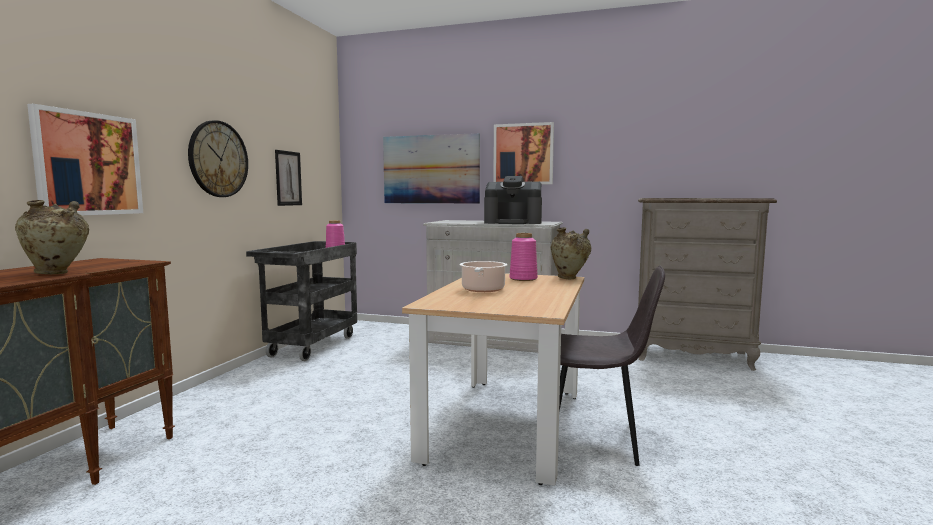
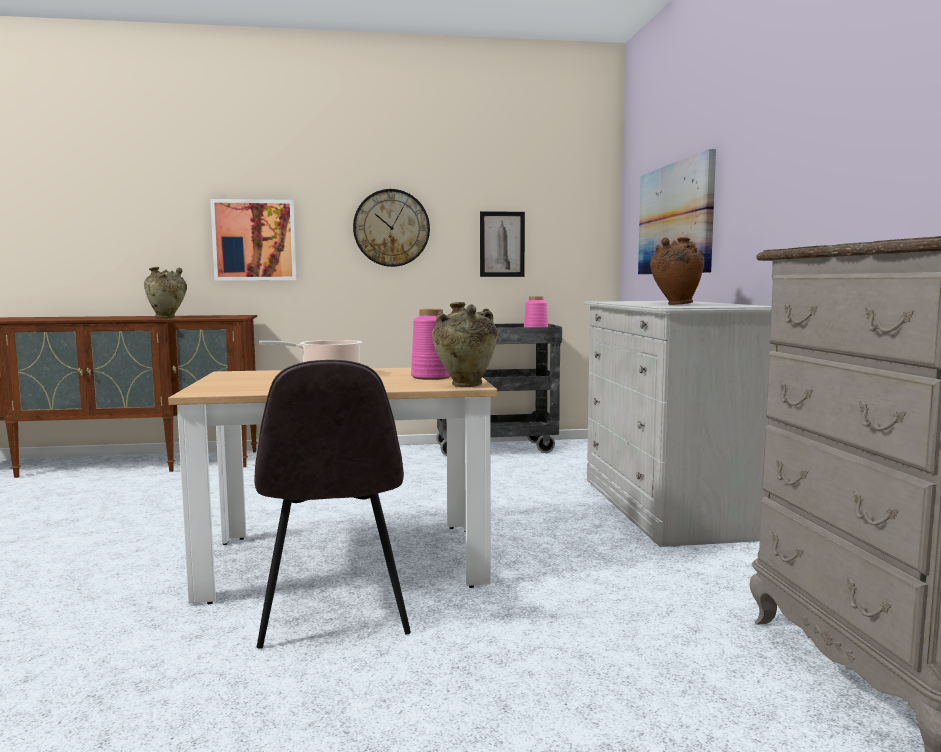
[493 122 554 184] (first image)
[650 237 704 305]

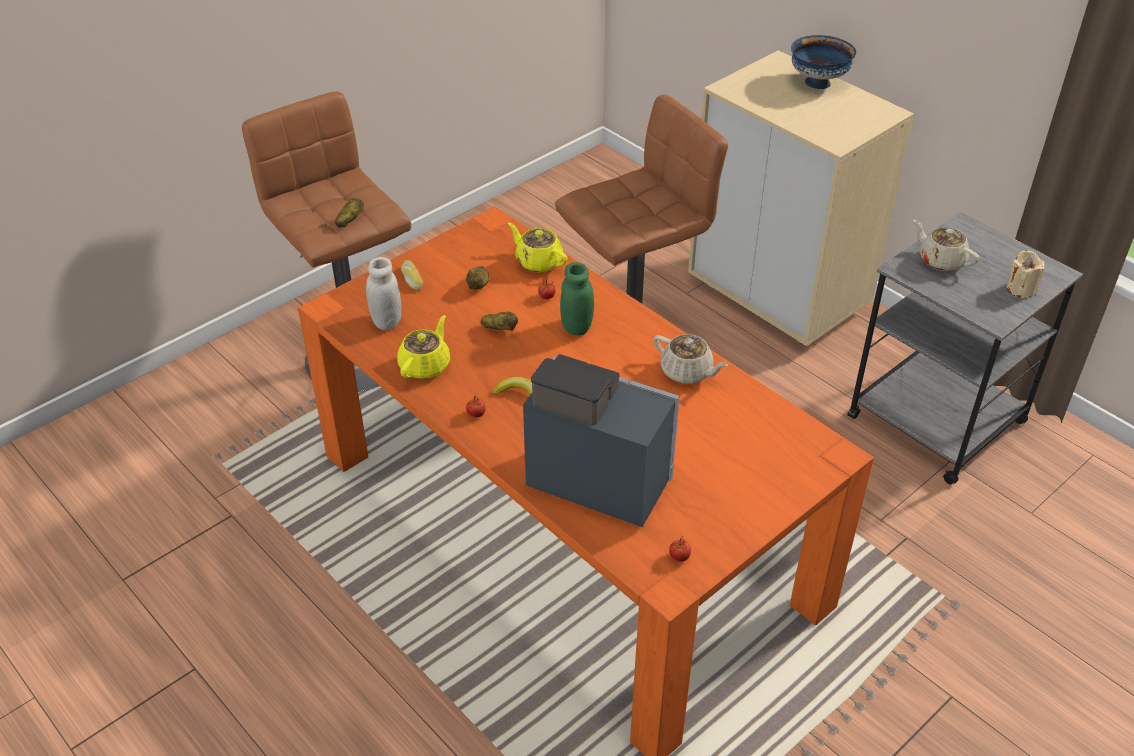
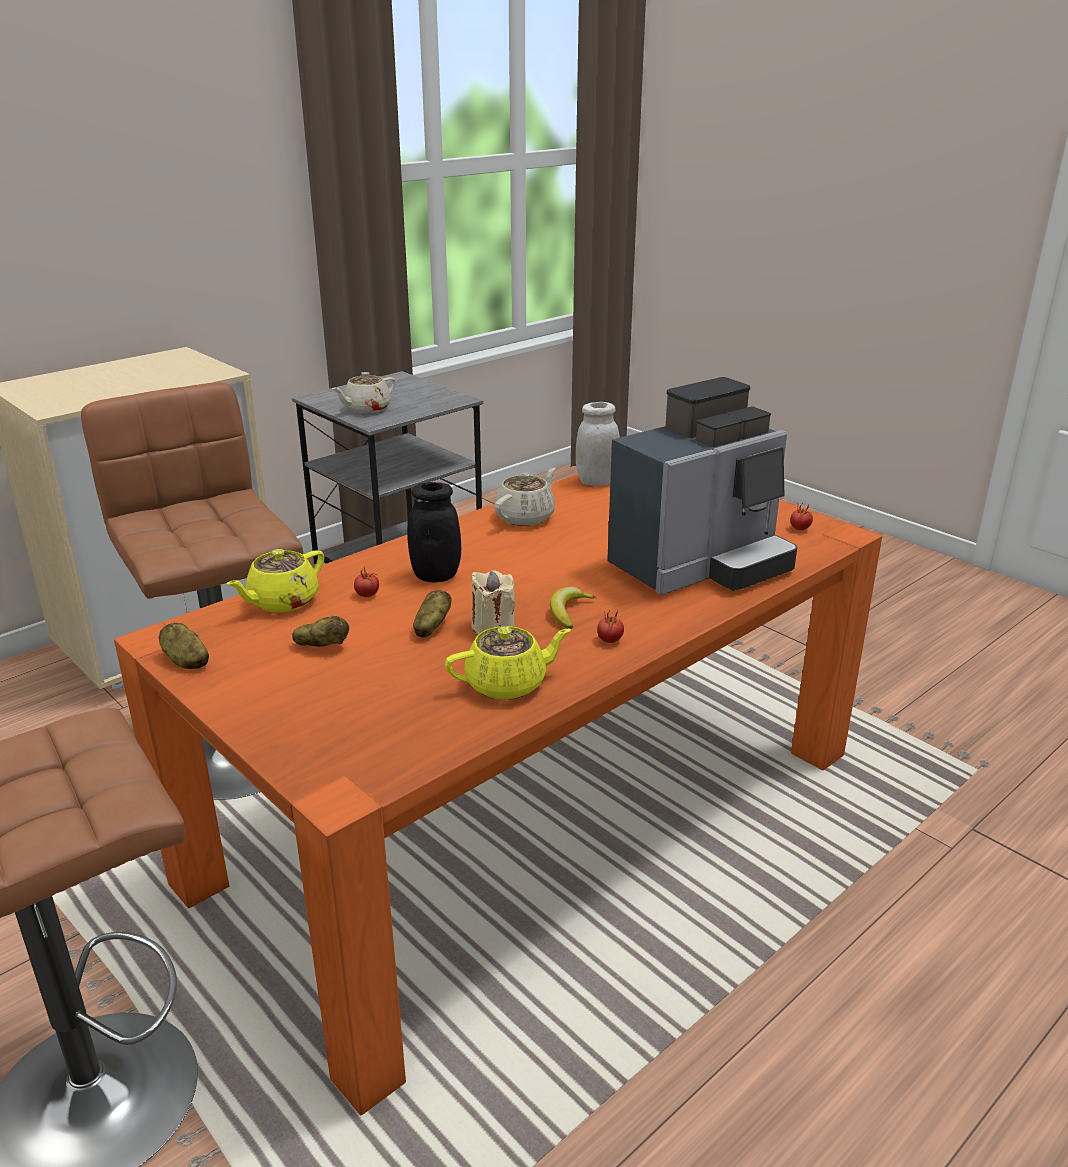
[401 260 423 290] (first image)
[791 35 856 89] (first image)
[158 622 209 669]
[576 402 620 486]
[471 570 516 634]
[407 482 461 582]
[445 626 571 700]
[607 377 797 595]

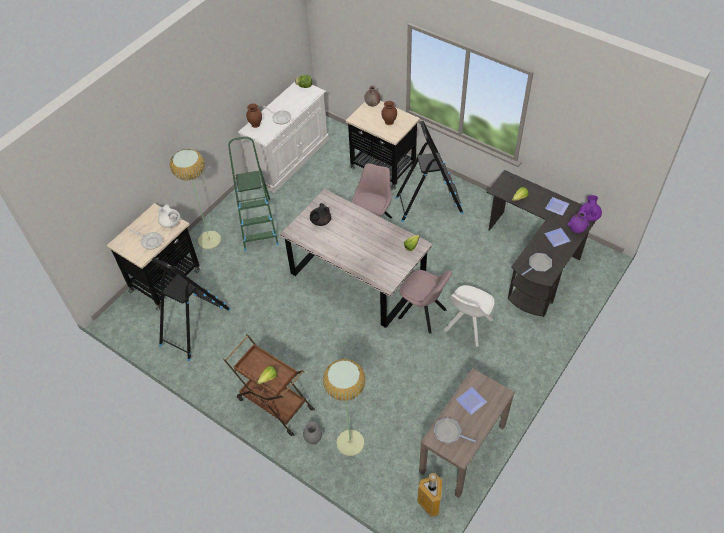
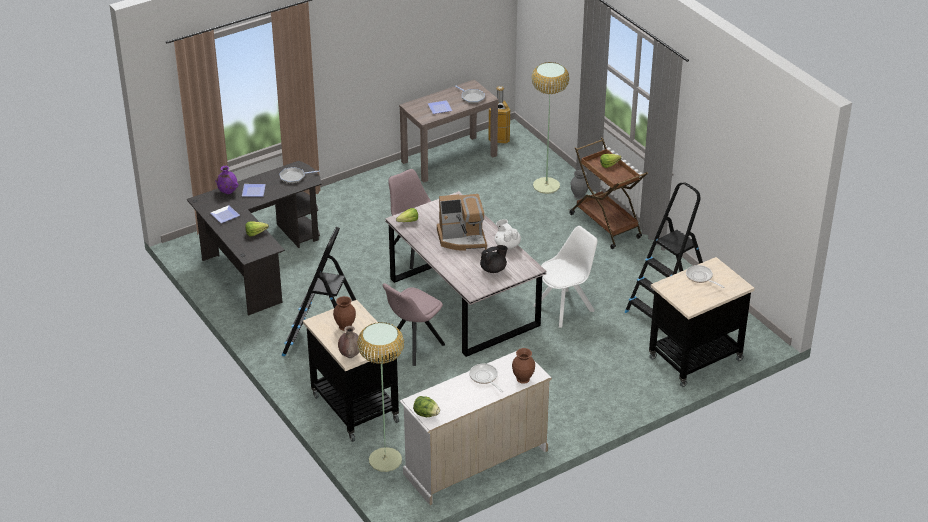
[228 136 279 251] (first image)
[579 195 602 221] (first image)
[437 194 487 251]
[495 219 521 249]
[357 322 404 472]
[533 226 597 328]

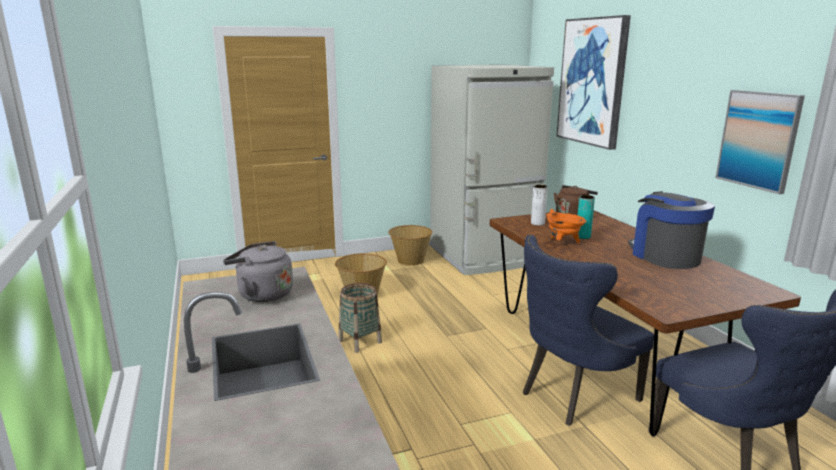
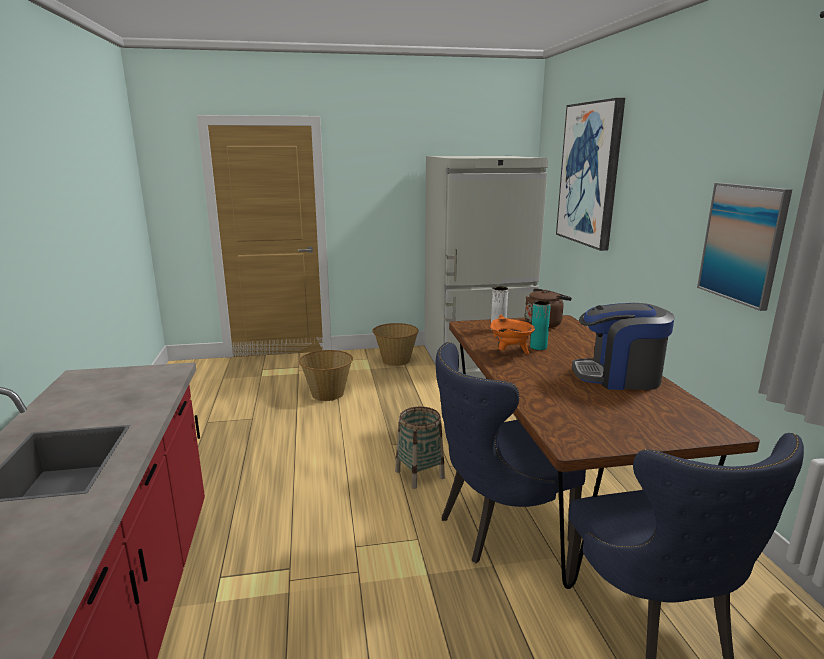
[223 241 293 302] (first image)
[395 407 445 489]
[572 303 675 390]

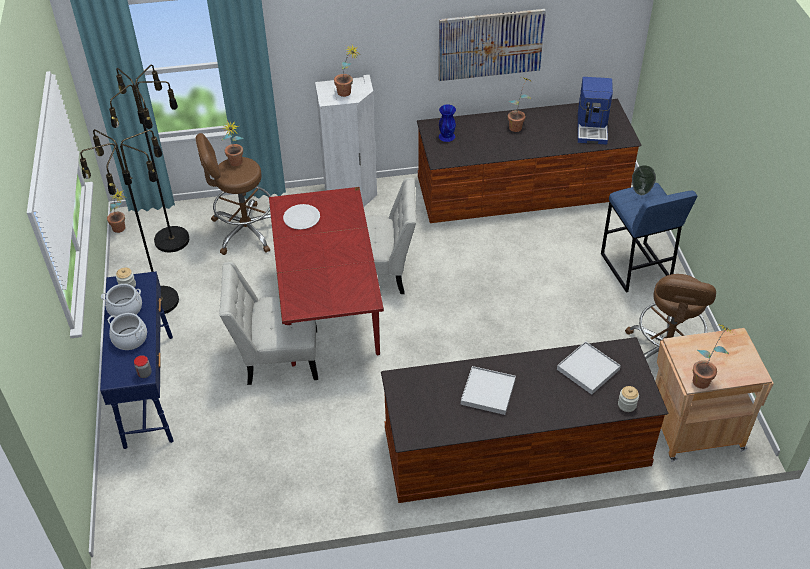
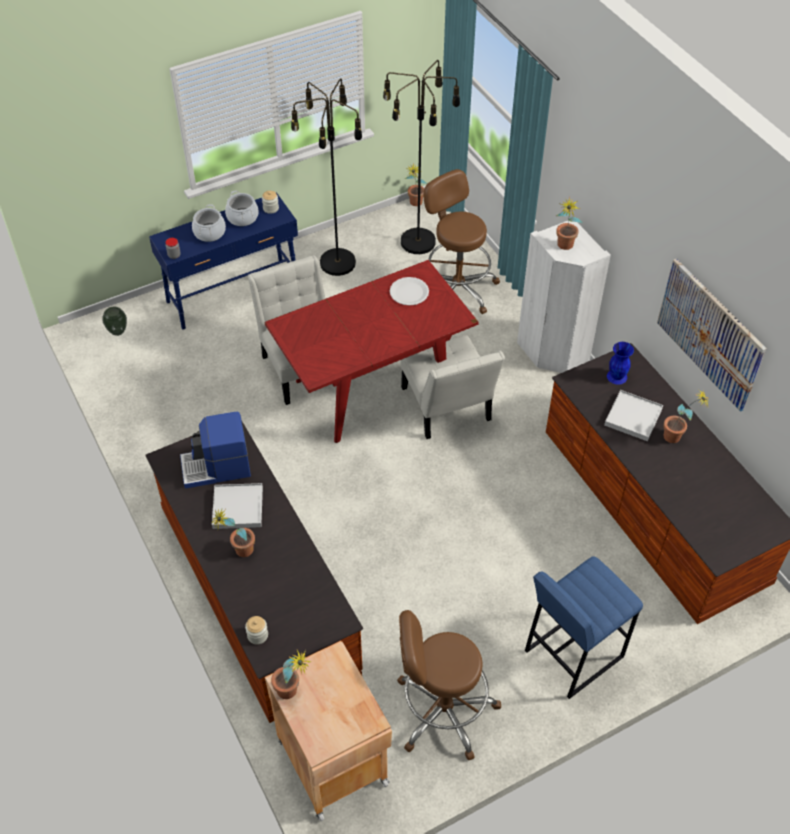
[212 509 255 557]
[604 390 663 441]
[180 412 251 489]
[103 307 127 336]

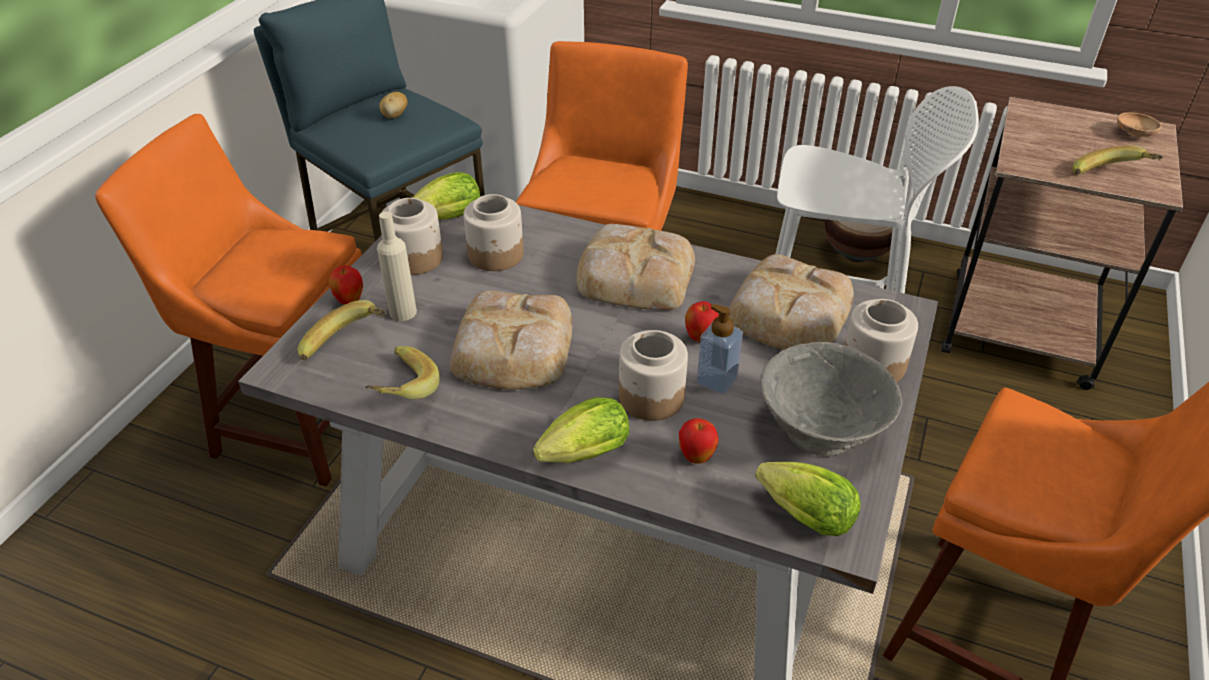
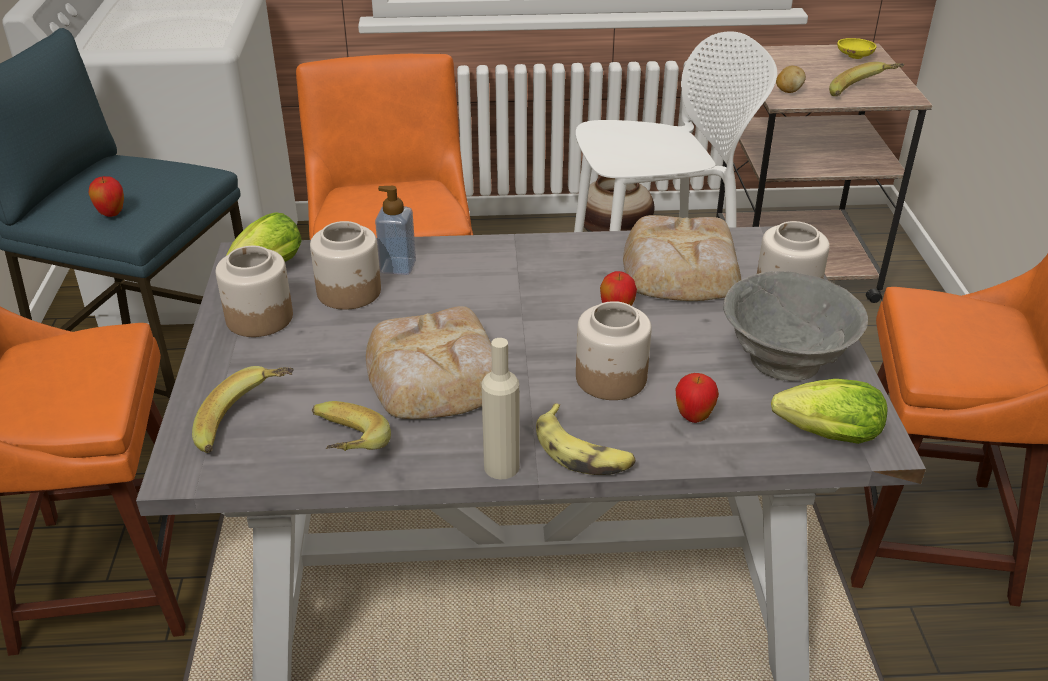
[577 224 695 310] (first image)
[88 176 124 217]
[481 338 520 479]
[776 66 806 93]
[375 186 416 275]
[536 403 636 475]
[837 38 876 59]

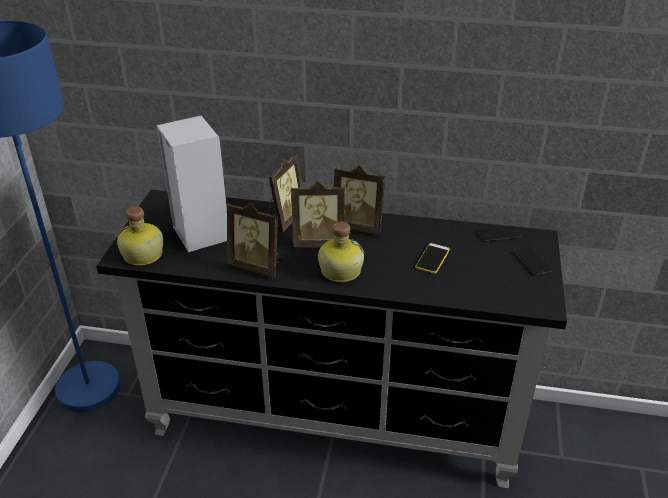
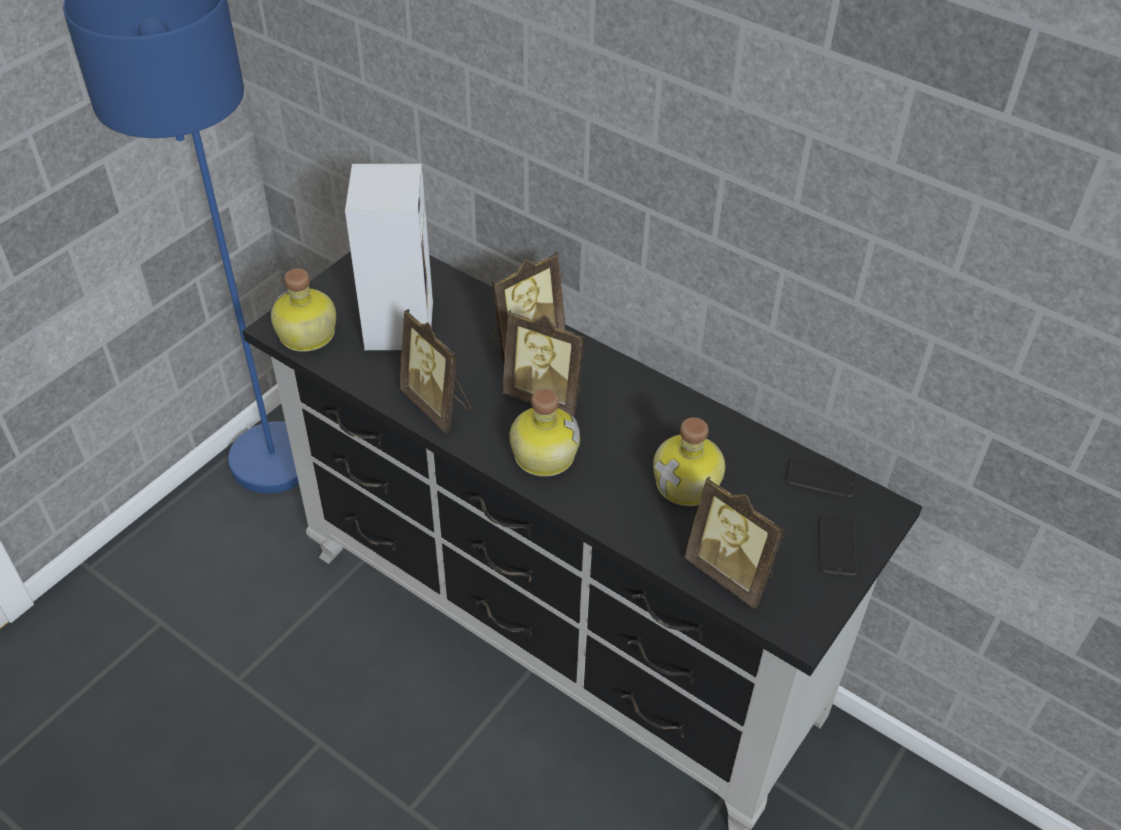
[684 476 785 609]
[653 417 725 506]

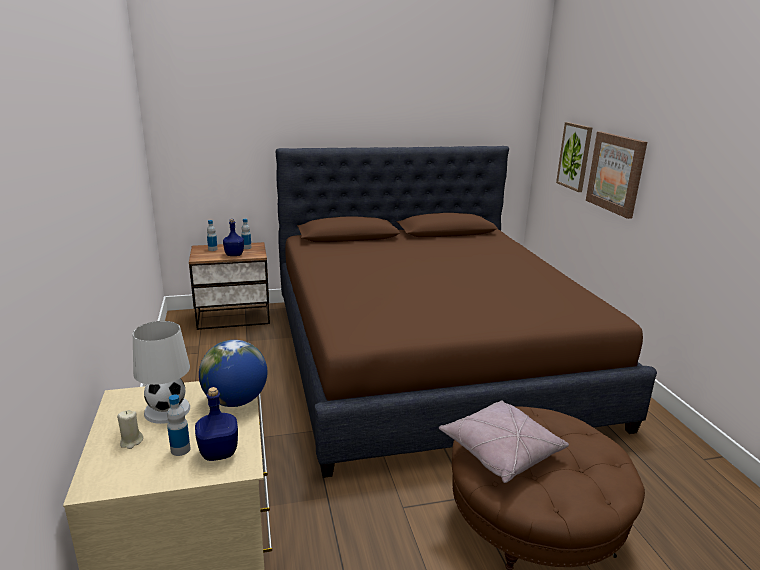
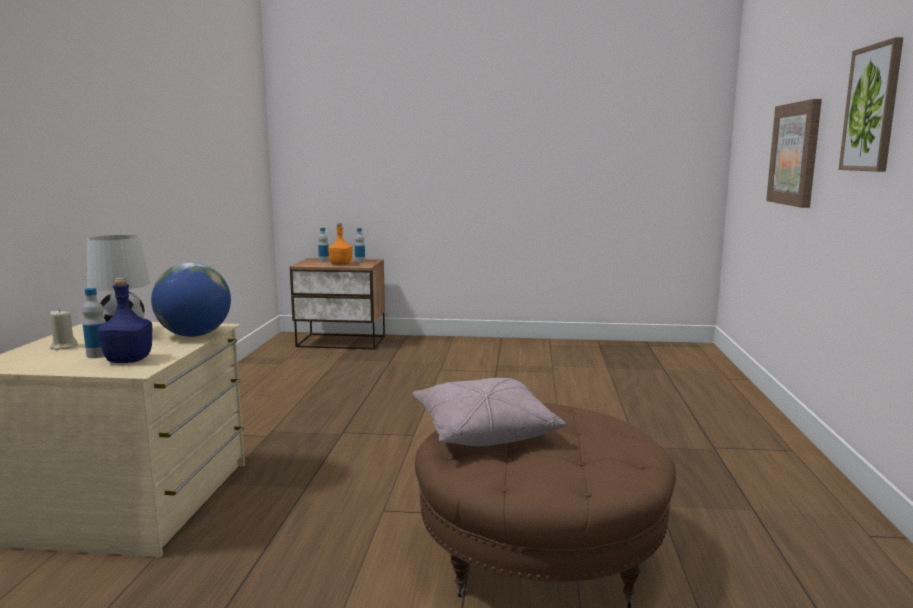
[276 146 657 478] (first image)
[839 37 903 172]
[328 223 352 265]

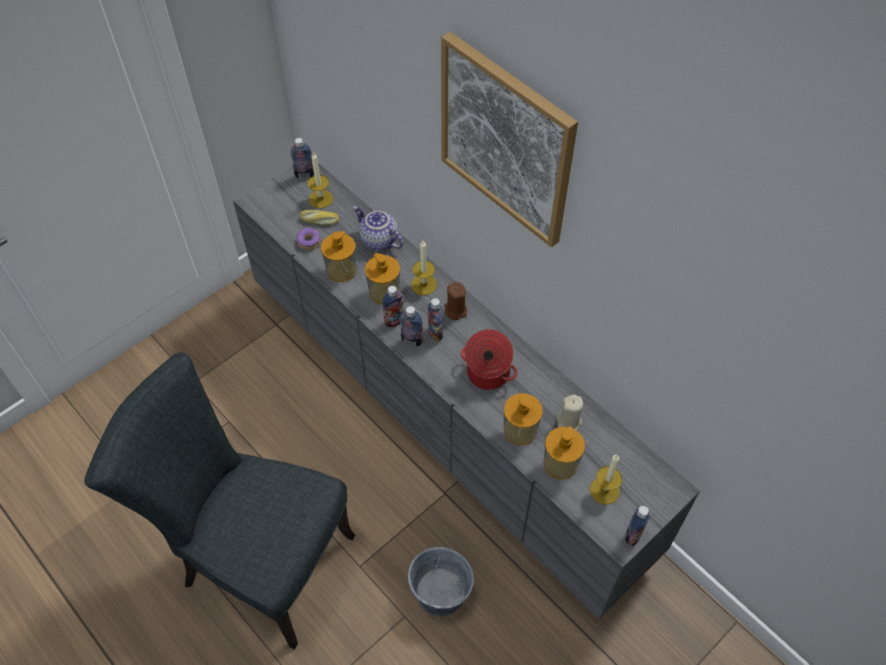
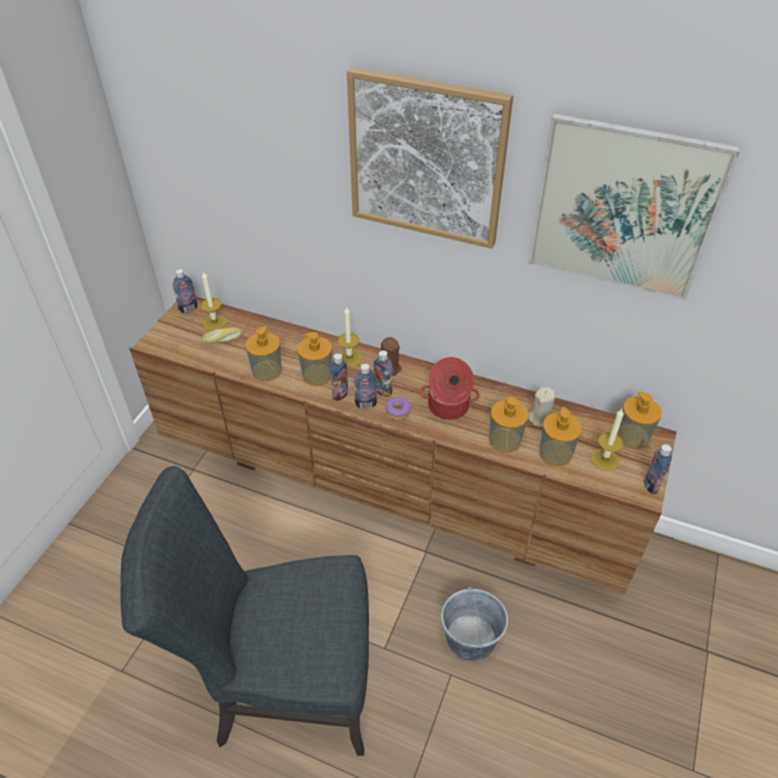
[353 205 403 250] (first image)
[528 113 741 300]
[617 391 662 449]
[386 397 411 420]
[129 297 677 594]

